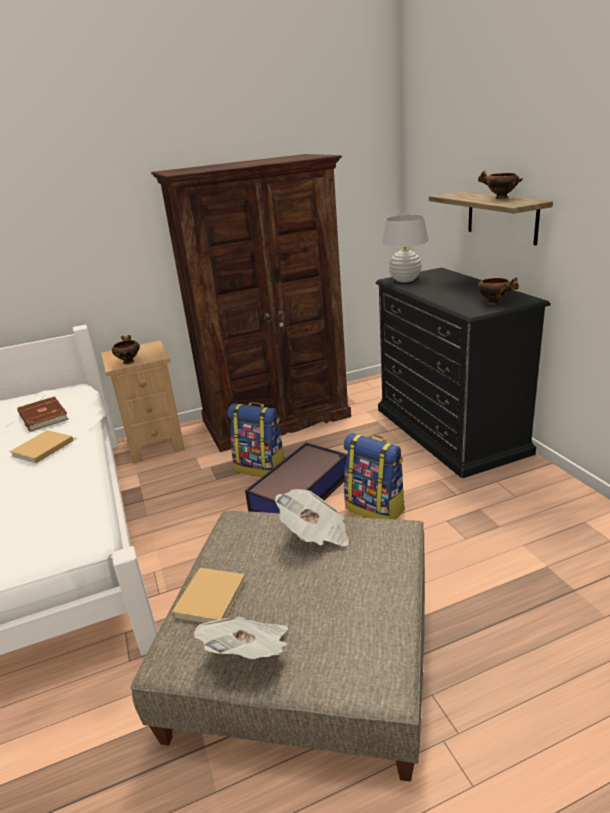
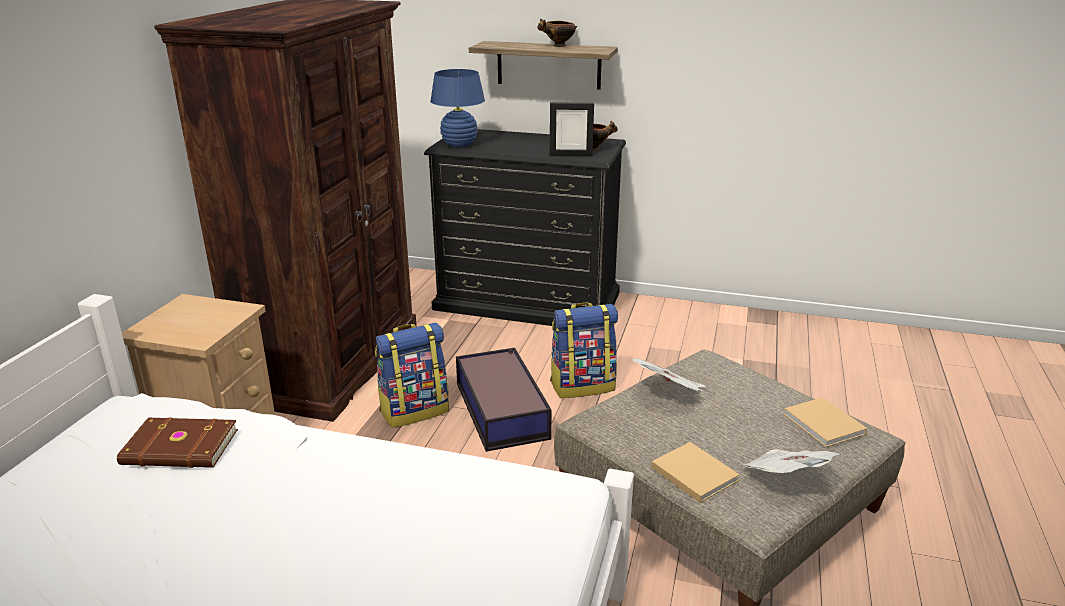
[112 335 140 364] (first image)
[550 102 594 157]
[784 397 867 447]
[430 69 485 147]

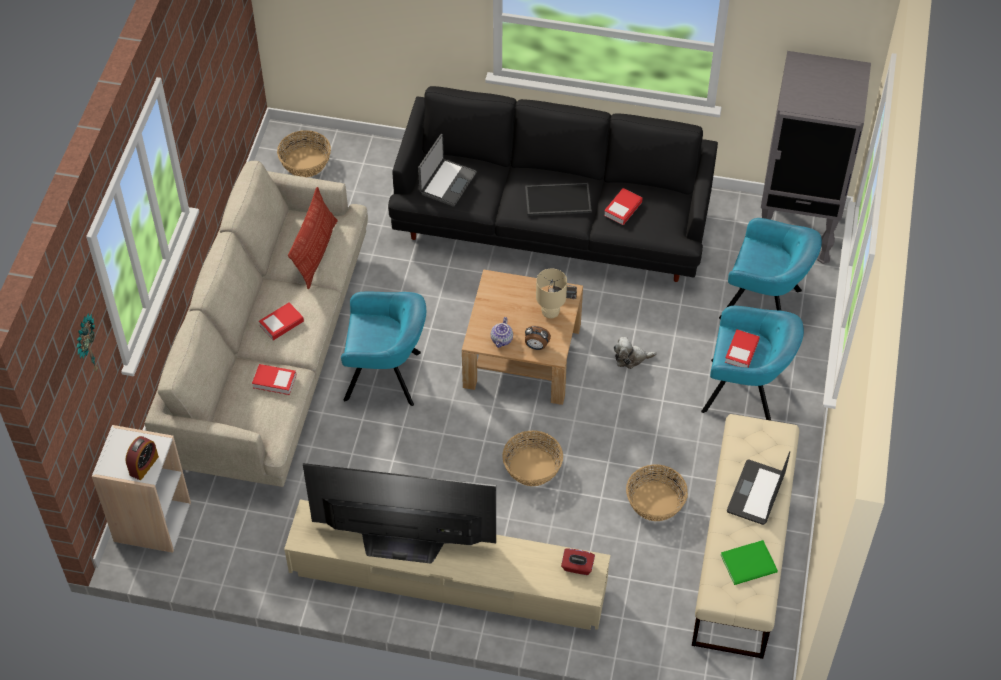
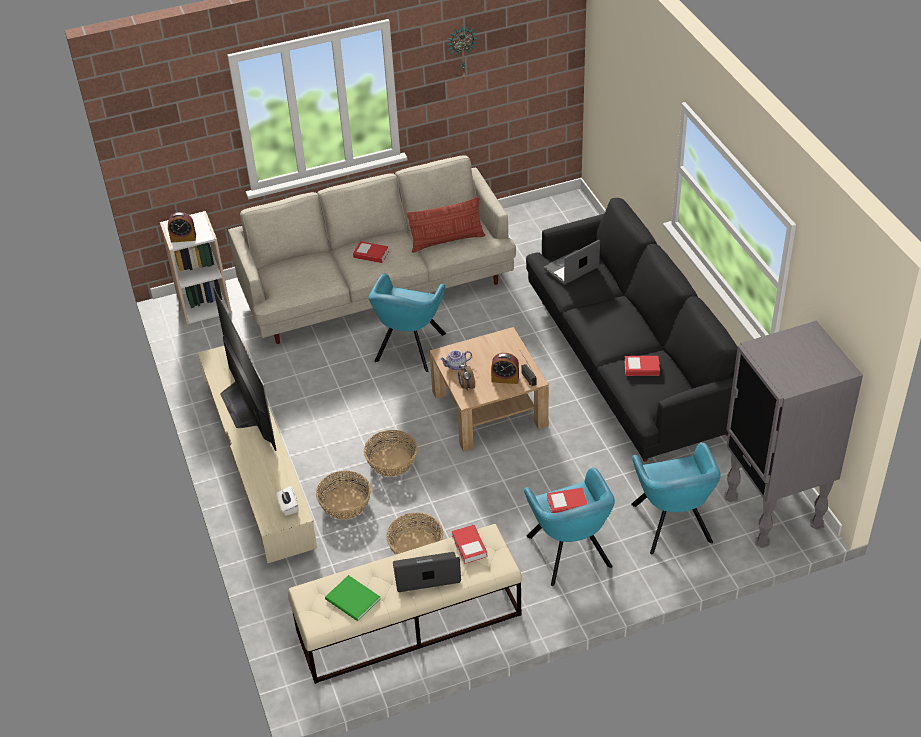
[525 183 592 216] (first image)
[613 337 657 369] (first image)
[447 27 477 78]
[452 525 487 564]
[316 471 371 519]
[491 353 519 384]
[276 486 298 516]
[369 274 446 372]
[544 240 600 285]

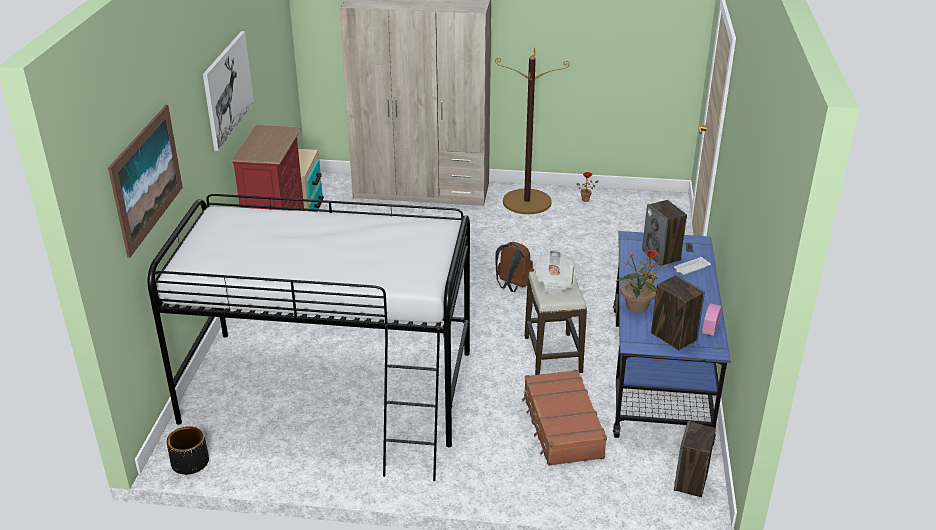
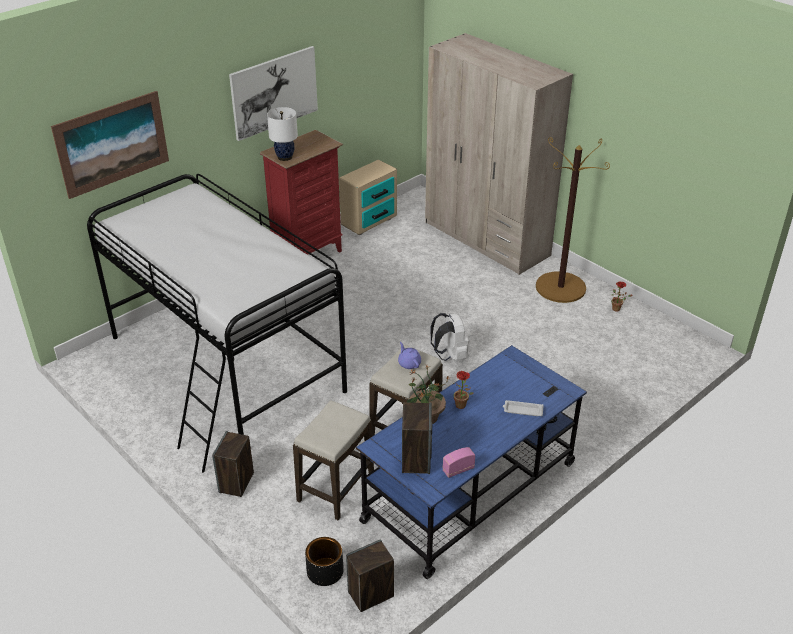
[267 107 298 161]
[305 537 344 586]
[212 431 254 497]
[293 401 374 520]
[398 342 421 369]
[431 313 469 361]

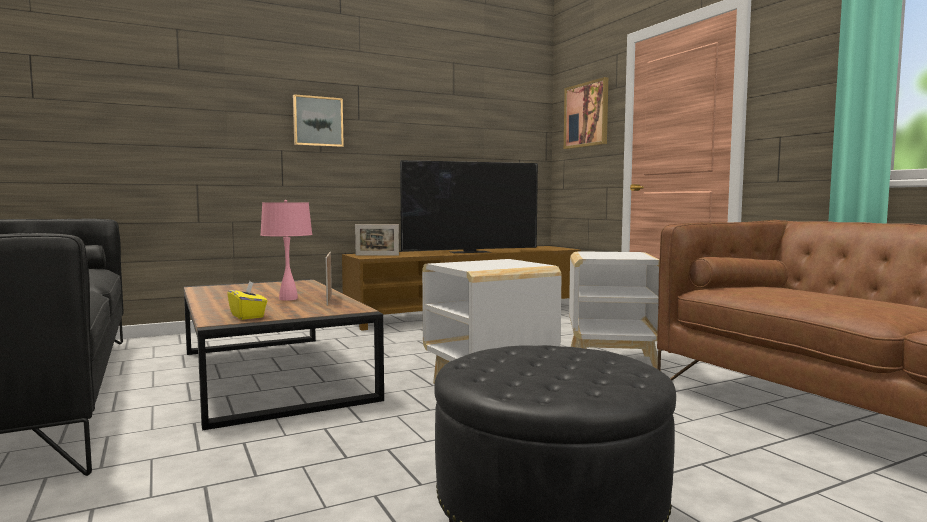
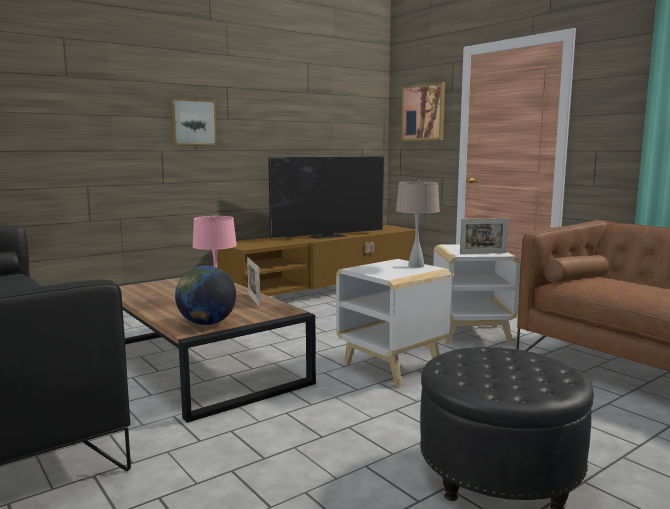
[396 180 440 268]
[460 218 508 254]
[175 266 236 325]

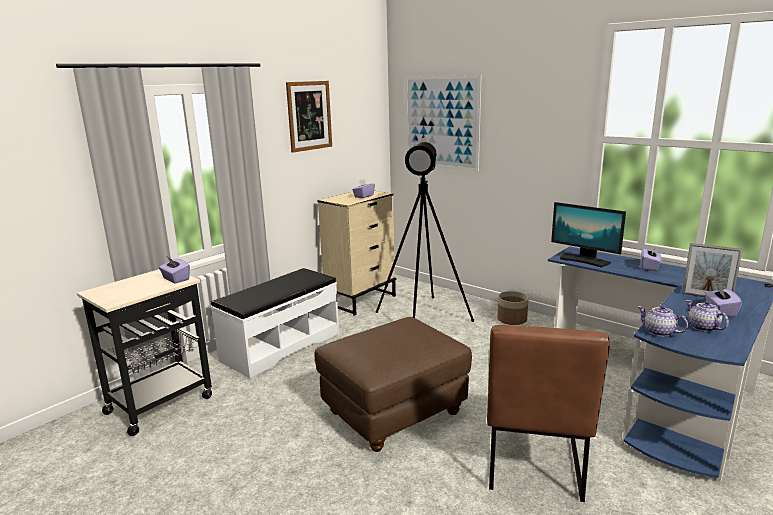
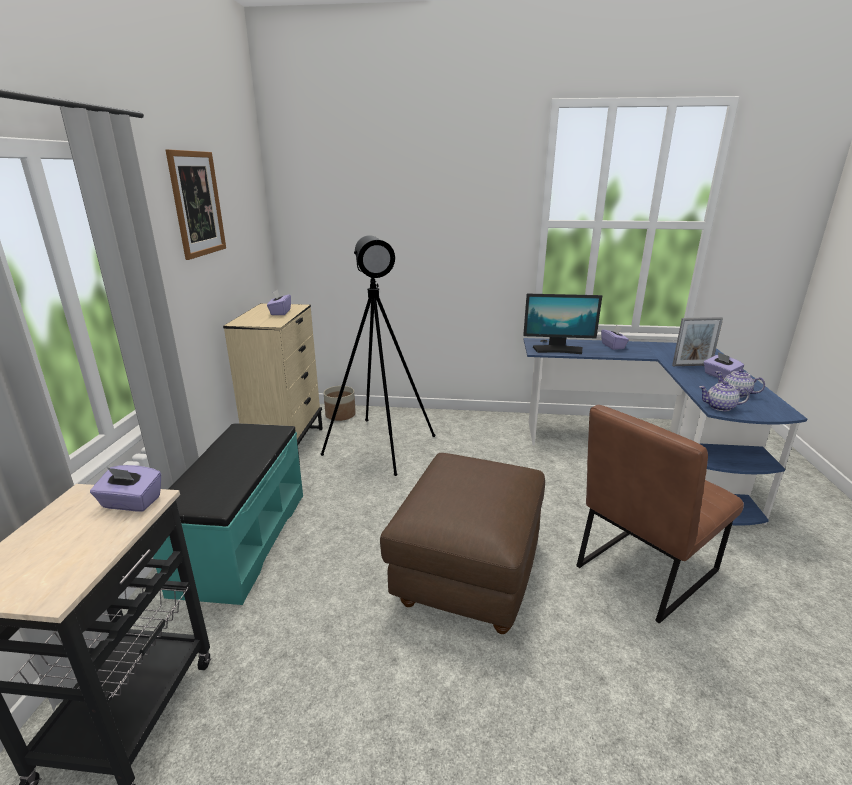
[405 75 482 172] (first image)
[324 386 356 421]
[153 423 303 605]
[576 405 744 624]

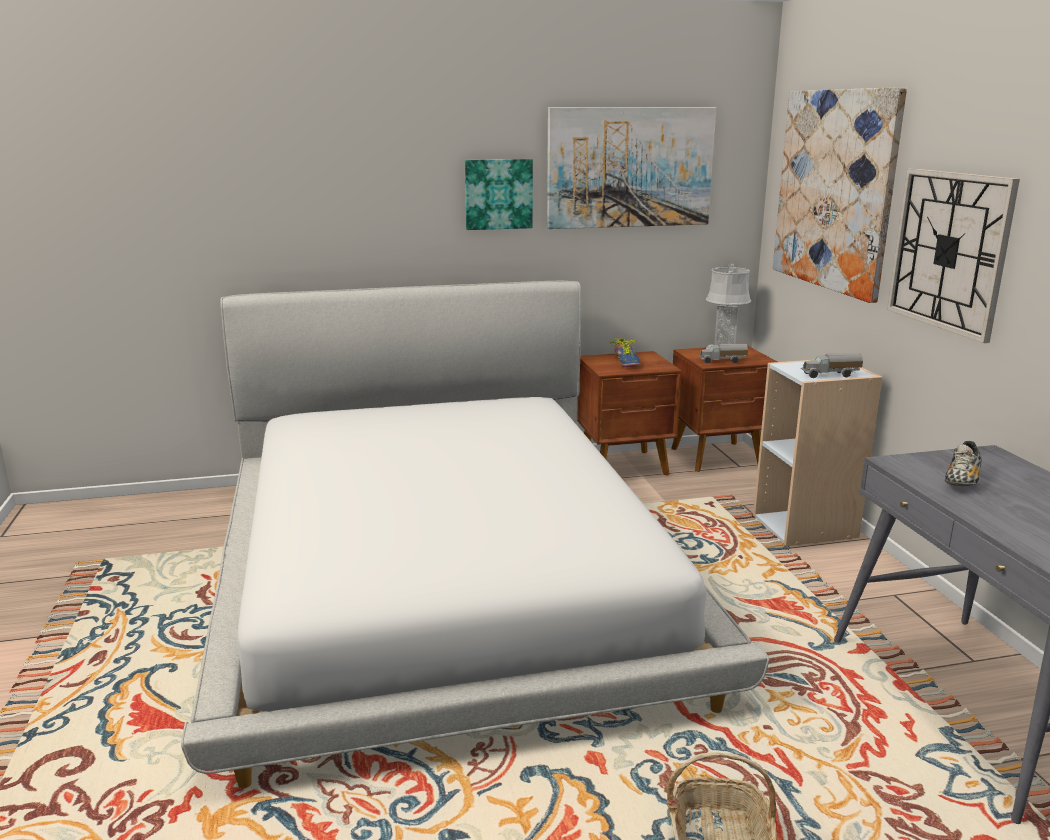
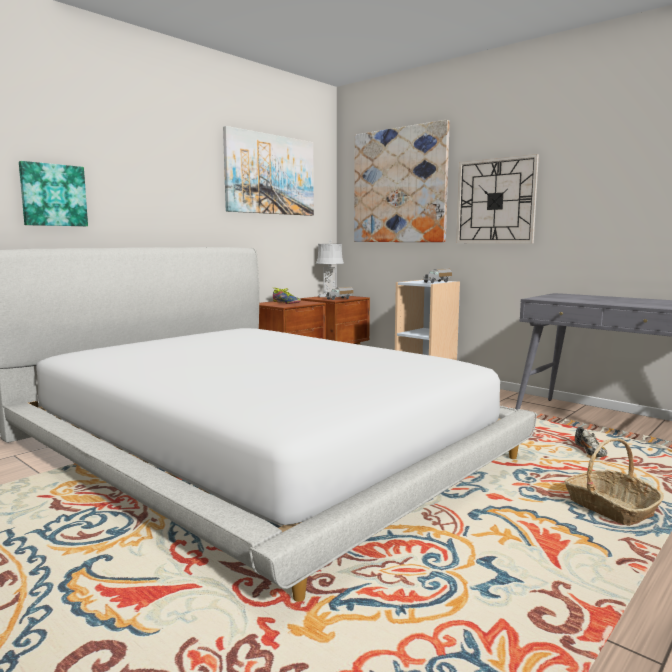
[19 161 88 226]
[575 427 607 457]

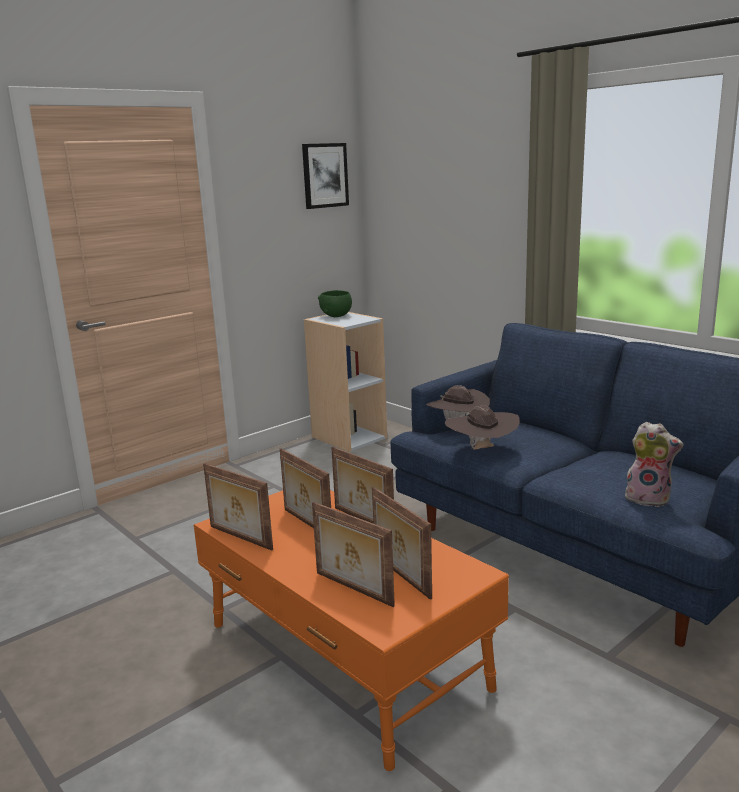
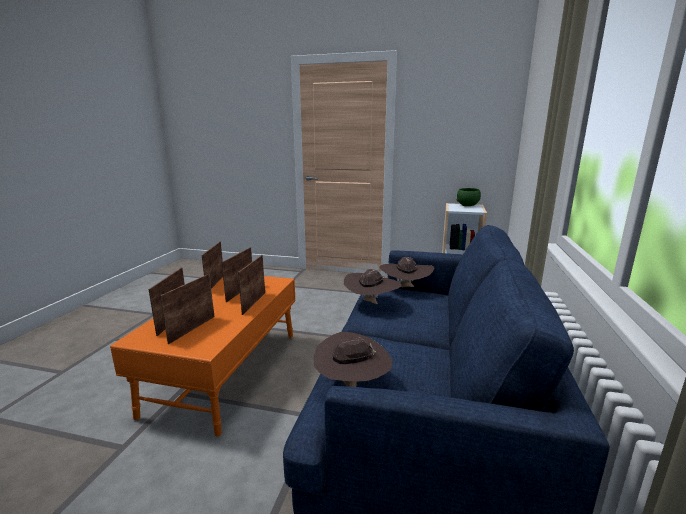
[302 143 349 209] (first image)
[313 332 392 387]

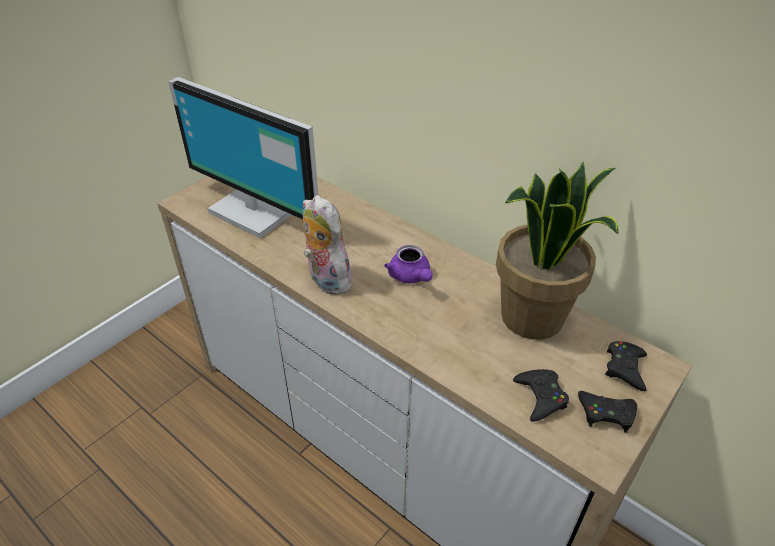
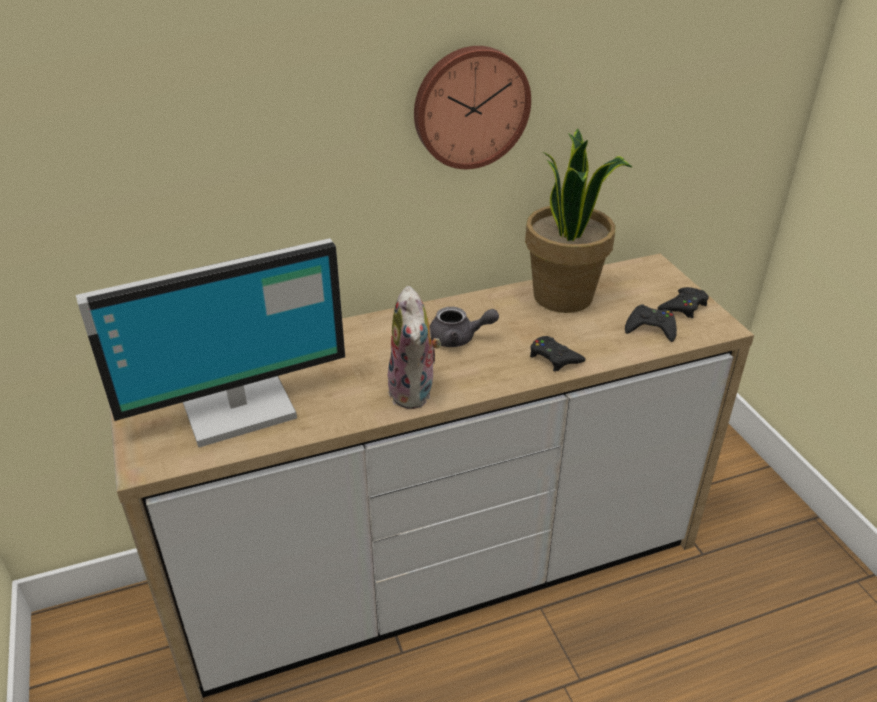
[414 46 531 169]
[530 336 586 372]
[430 307 499 347]
[387 286 441 409]

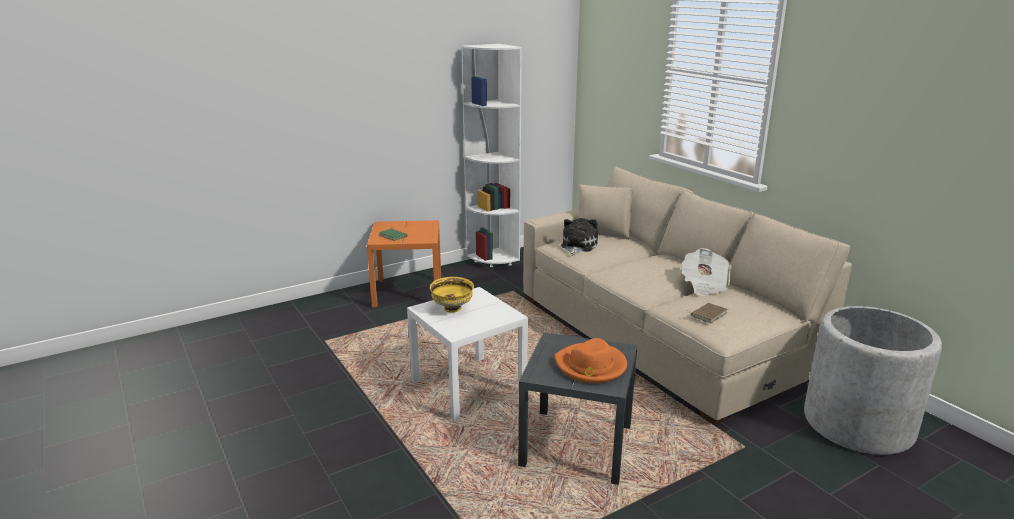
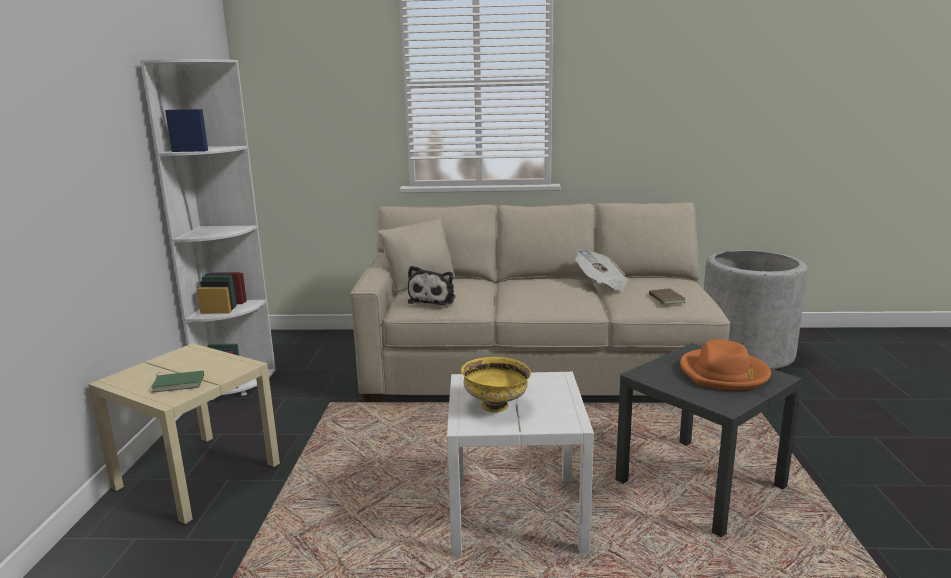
[88 343 280 525]
[408 266 456 305]

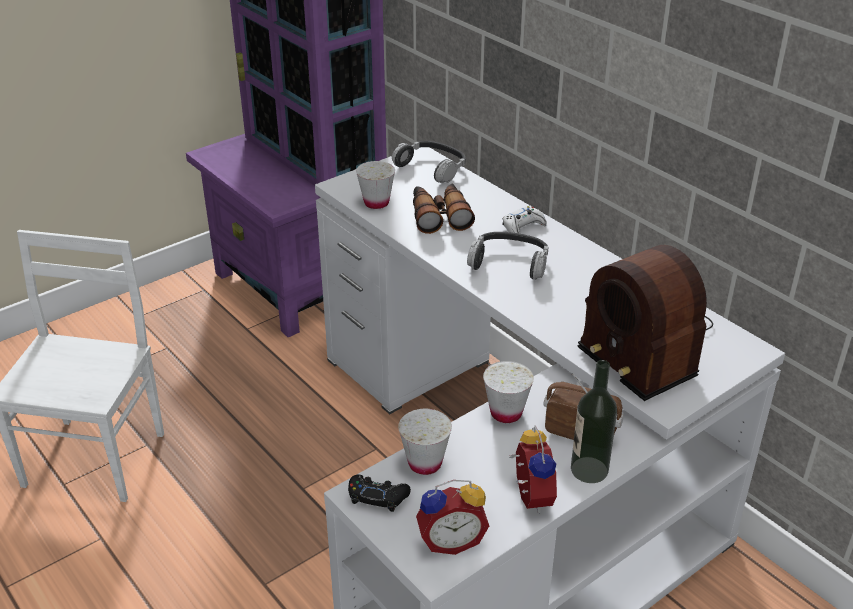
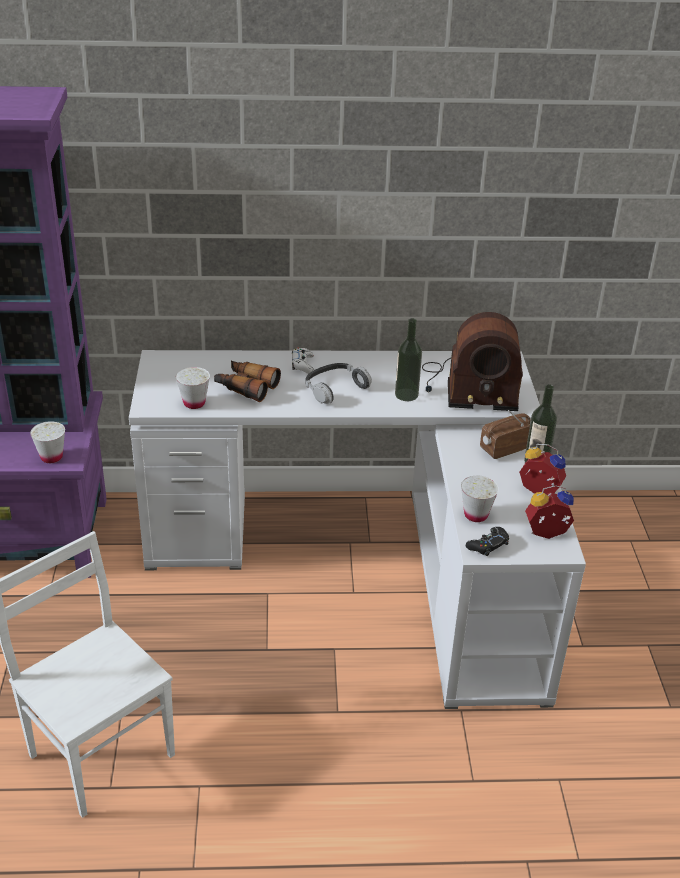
[392 141 466 183] (first image)
[395 318 422 401]
[30 421 65 463]
[525 485 574 539]

